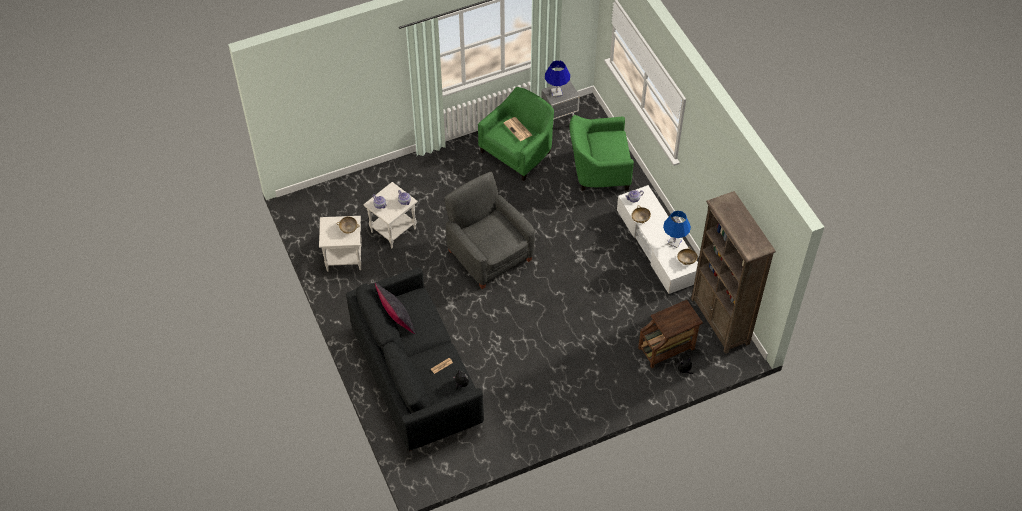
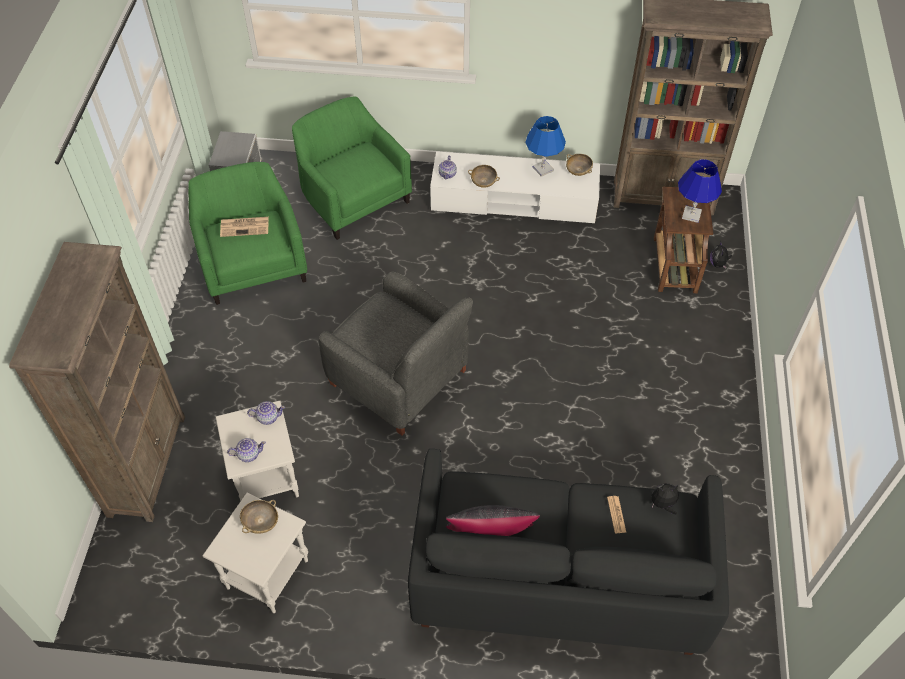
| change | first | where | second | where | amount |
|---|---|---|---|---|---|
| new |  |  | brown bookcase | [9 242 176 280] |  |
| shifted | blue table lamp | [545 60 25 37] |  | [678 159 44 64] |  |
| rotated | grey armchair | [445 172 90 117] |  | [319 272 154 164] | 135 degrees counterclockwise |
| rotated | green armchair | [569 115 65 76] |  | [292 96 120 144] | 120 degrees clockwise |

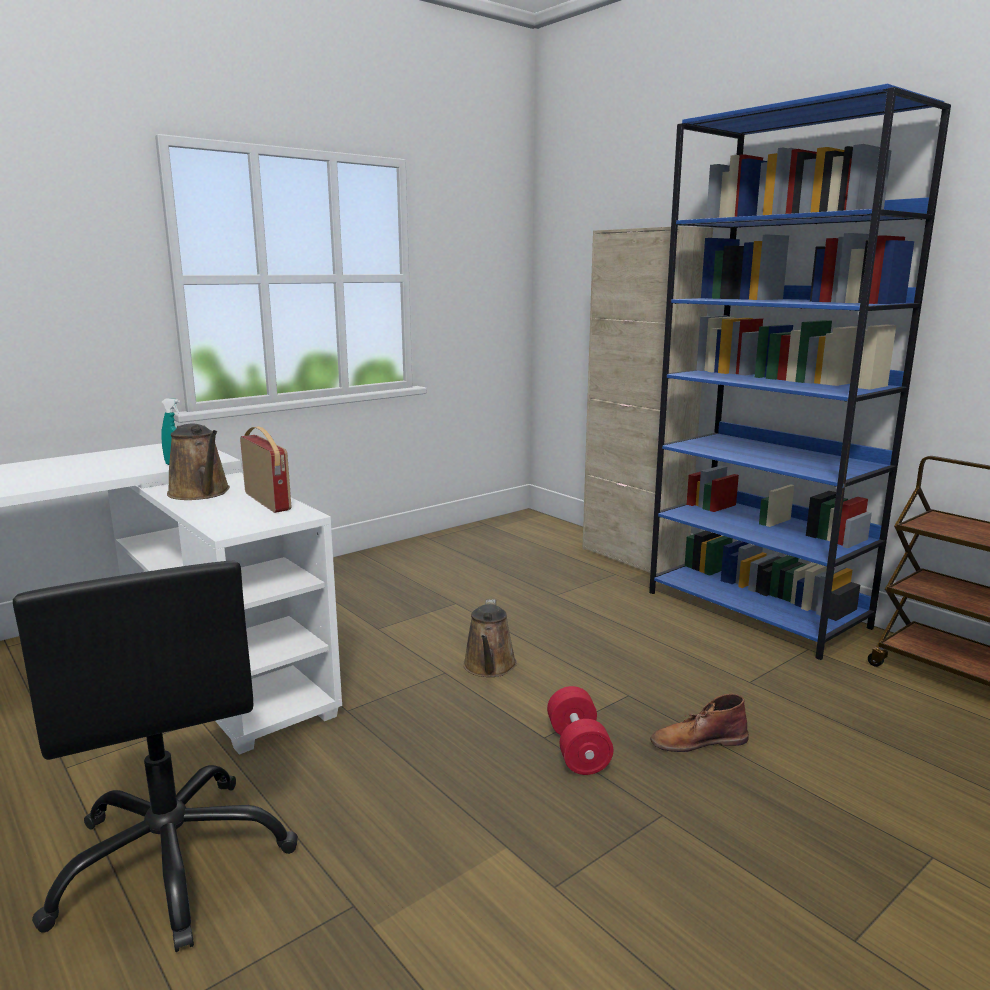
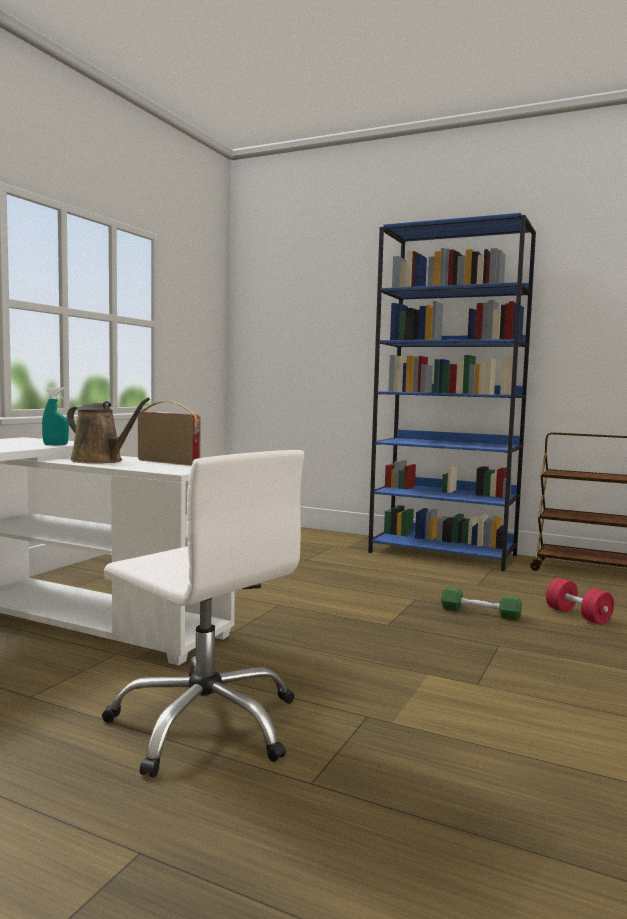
| change | first | where | second | where | amount |
|---|---|---|---|---|---|
| gone | brown watering can | [463 599 54 78] |  |  |  |
| gone | beige cabinet | [582 226 131 348] |  |  |  |
| shifted | red dumbbell | [547 686 66 89] |  | [546 578 68 47] |  |
| swapped | brown boot | [650 694 99 58] | green dumbbell | [441 587 81 33] |  |
| repainted | black office chair | [13 561 285 391] | white office chair | [102 450 202 327] |  |

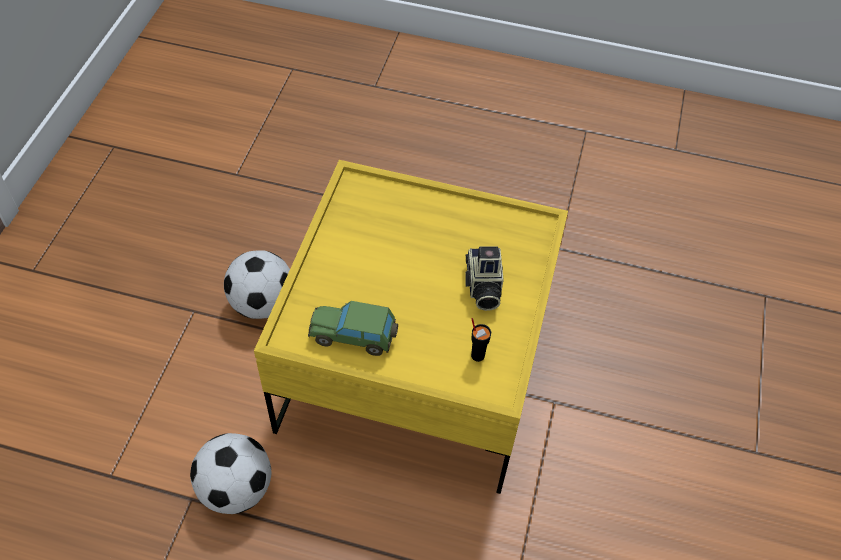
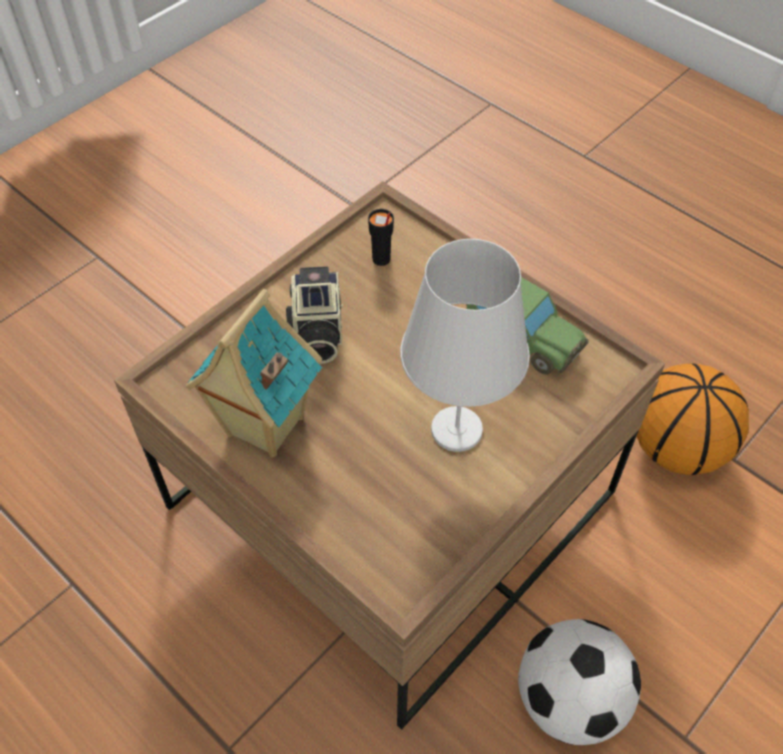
| change | first | where | second | where | amount |
|---|---|---|---|---|---|
| new |  |  | toy house | [186 289 136 168] |  |
| new |  |  | white table lamp | [400 239 130 213] |  |
| swapped | football | [190 433 82 81] | basketball | [636 363 113 112] |  |
| repainted | yellow coffee table | [254 160 314 334] | brown coffee table | [114 181 551 548] |  |
| rotated | photo camera | [465 246 39 65] |  | [286 266 57 98] | 150 degrees clockwise |

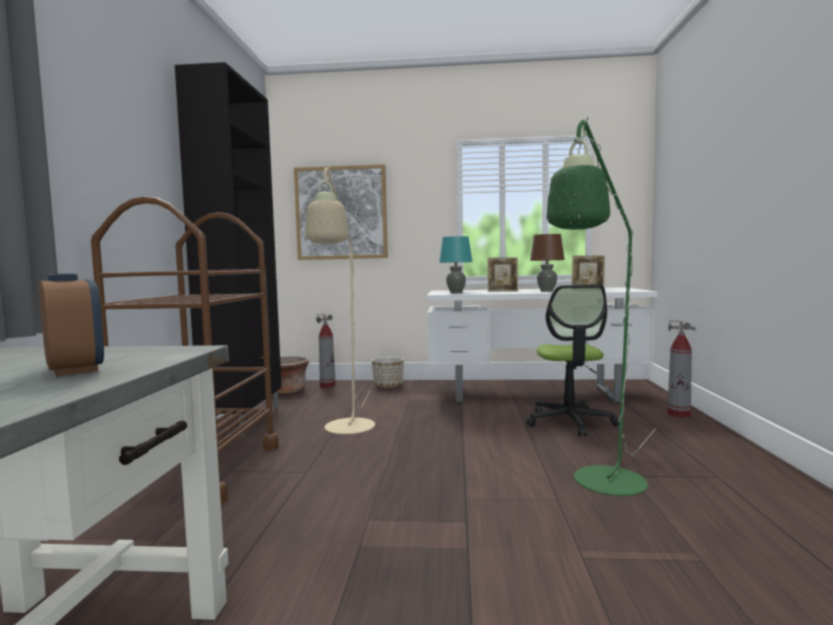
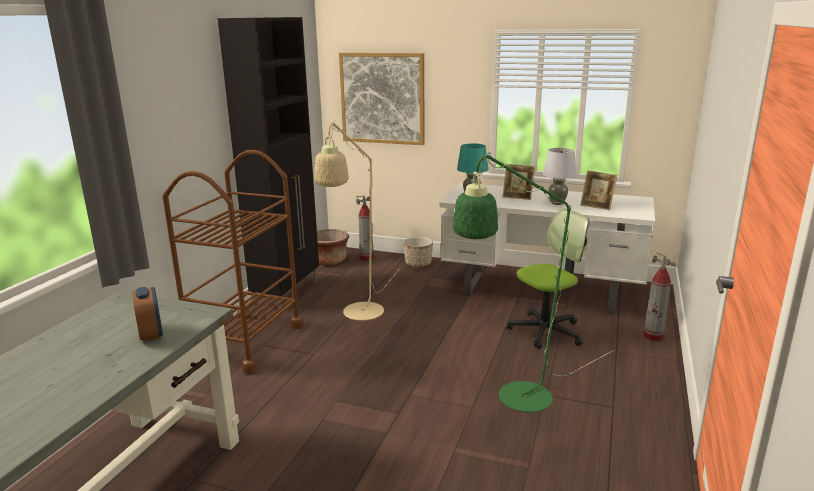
| change | first | where | second | where | amount |
|---|---|---|---|---|---|
| repainted | brown table lamp | [530 234 35 58] | grey table lamp | [543 148 33 57] |  |
| rotated | office chair | [526 285 94 151] |  | [506 208 83 141] | 135 degrees counterclockwise |

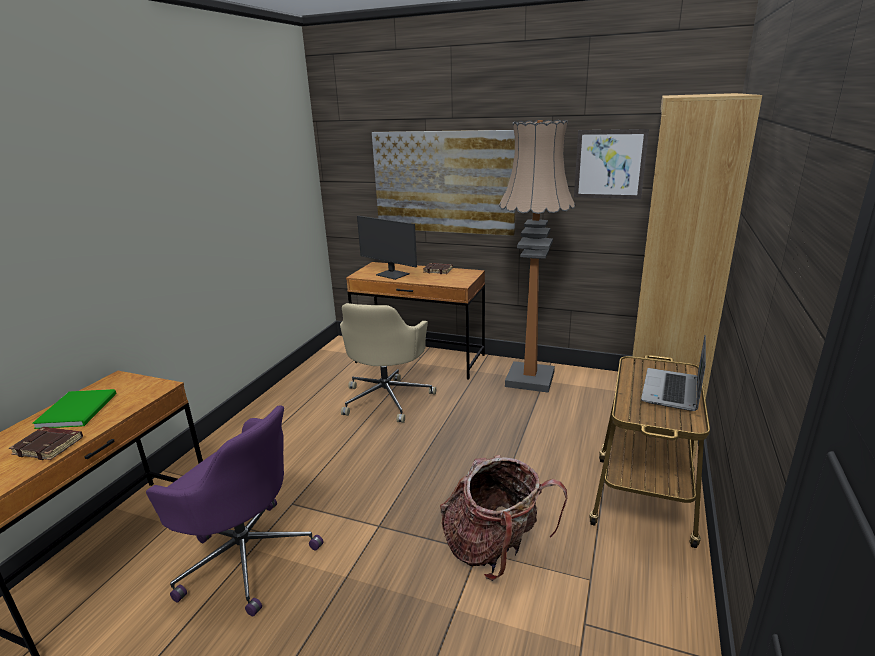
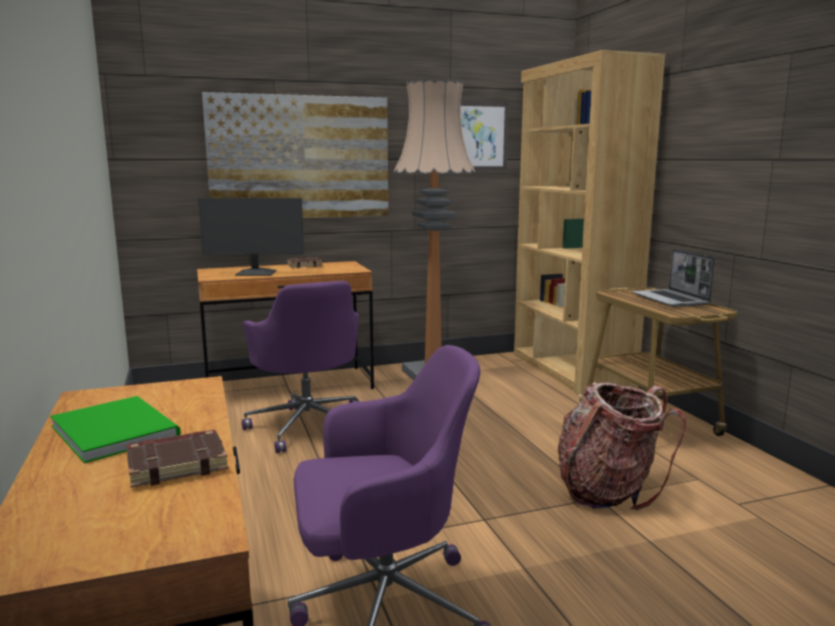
| change | first | where | second | where | amount |
|---|---|---|---|---|---|
| repainted | beige office chair | [340 303 96 120] | purple office chair | [242 281 117 172] |  |

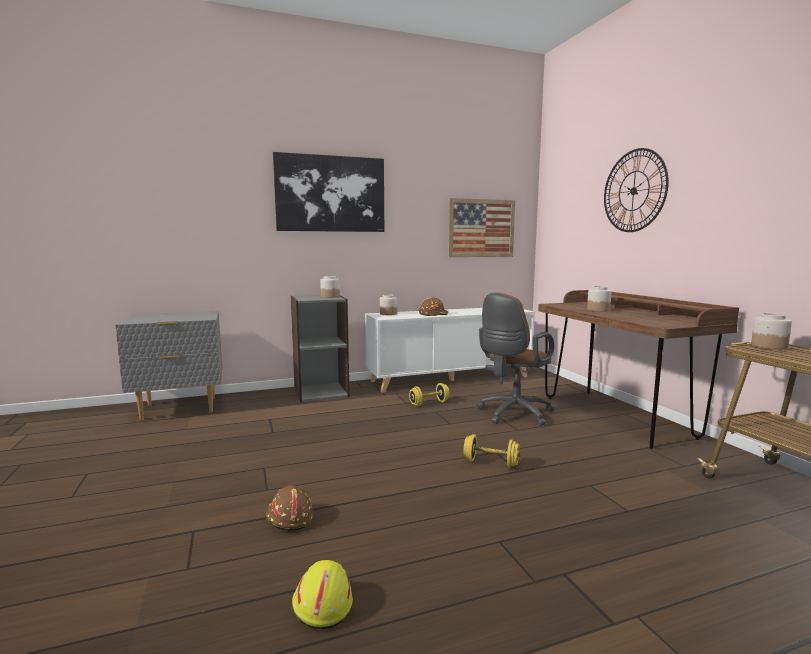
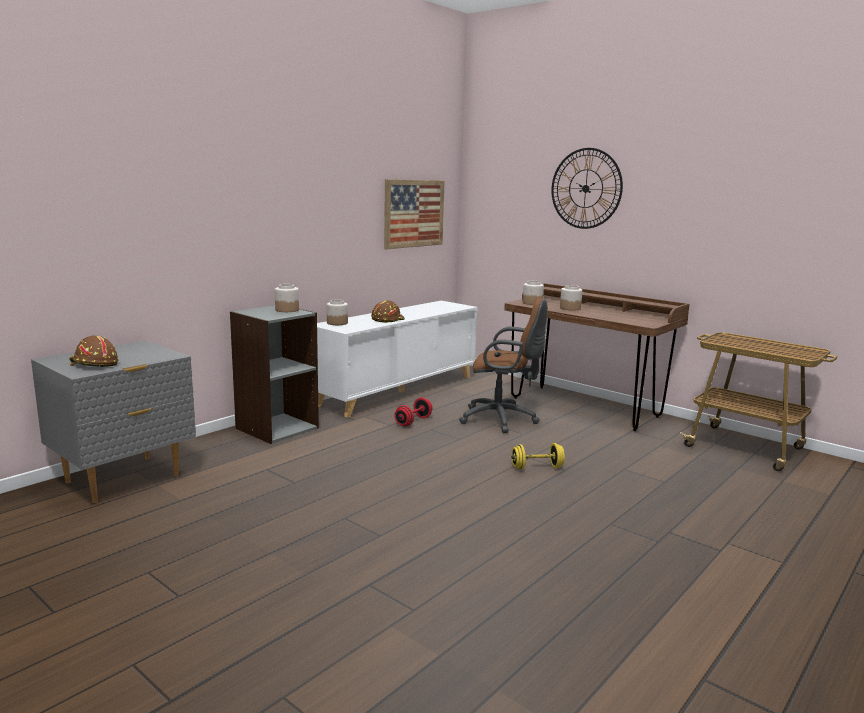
| change | first | where | second | where | amount |
|---|---|---|---|---|---|
| gone | picture | [273 152 111 80] |  |  |  |
| gone | yellow hard hat | [292 560 61 70] |  |  |  |
| shifted | brown hard hat | [266 485 47 46] |  | [69 335 49 32] |  |
| shifted | jar | [751 313 41 36] |  | [523 281 21 24] |  |
| repainted | yellow dumbbell | [409 383 41 23] | red dumbbell | [394 397 38 30] |  |
| rotated | brown office chair | [477 293 77 133] |  | [459 297 89 136] | 90 degrees counterclockwise |

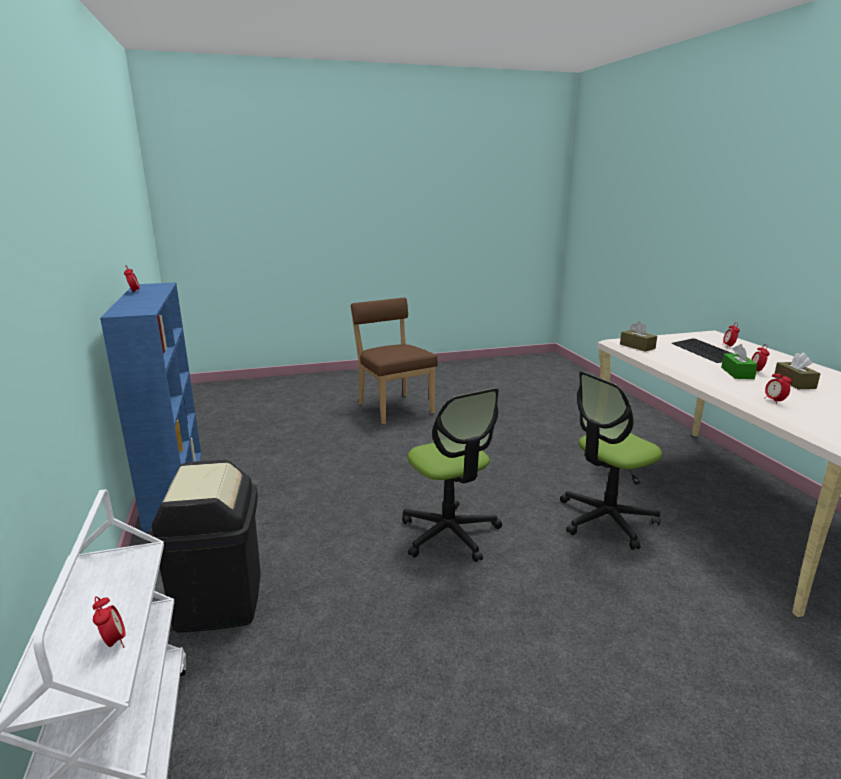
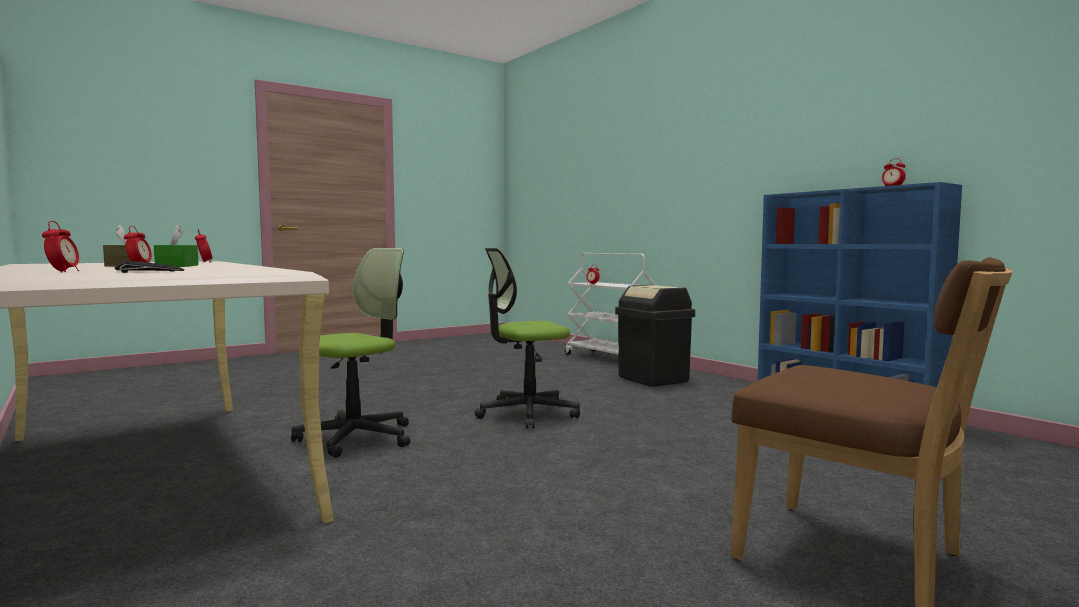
| change | first | where | second | where | amount |
|---|---|---|---|---|---|
| gone | brown tissue box | [620 321 37 31] |  |  |  |
| rotated | office chair | [402 388 100 174] |  | [475 248 105 180] | 60 degrees counterclockwise |

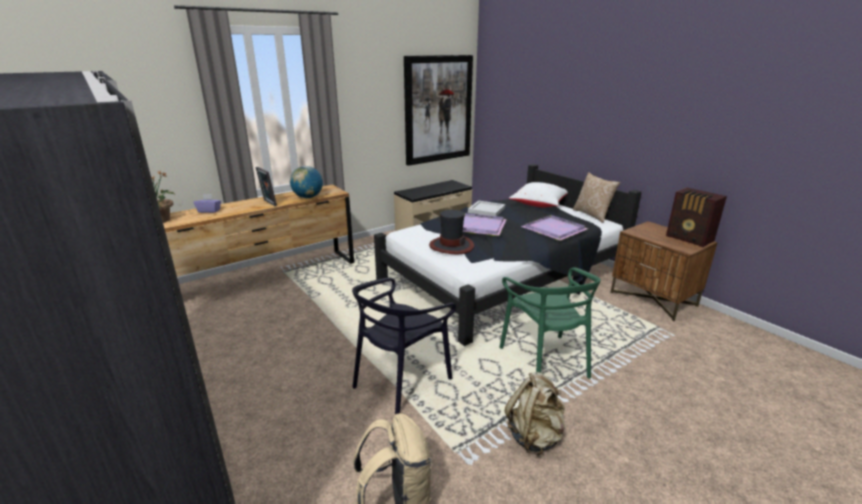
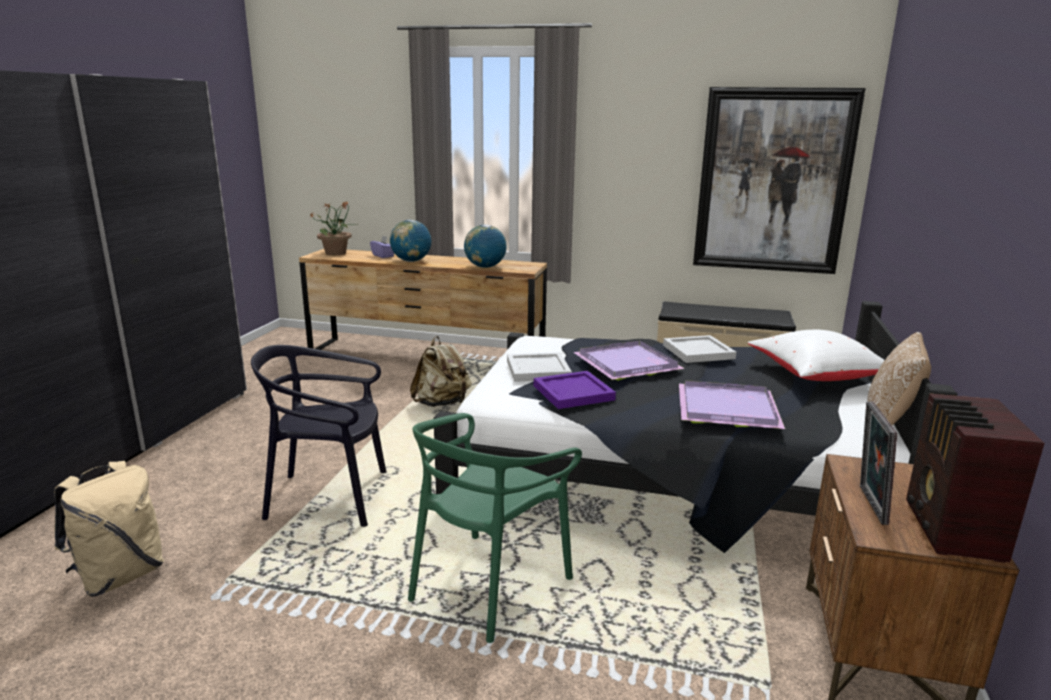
| change | first | where | second | where | amount |
|---|---|---|---|---|---|
| new |  |  | globe | [390 220 41 42] |  |
| new |  |  | purple tray | [534 371 82 38] |  |
| shifted | picture frame | [255 167 22 39] |  | [860 402 37 123] |  |
| shifted | beige backpack | [505 372 60 83] |  | [410 336 62 71] |  |
| swapped | hat | [429 210 45 44] | white tray | [507 352 65 30] |  |

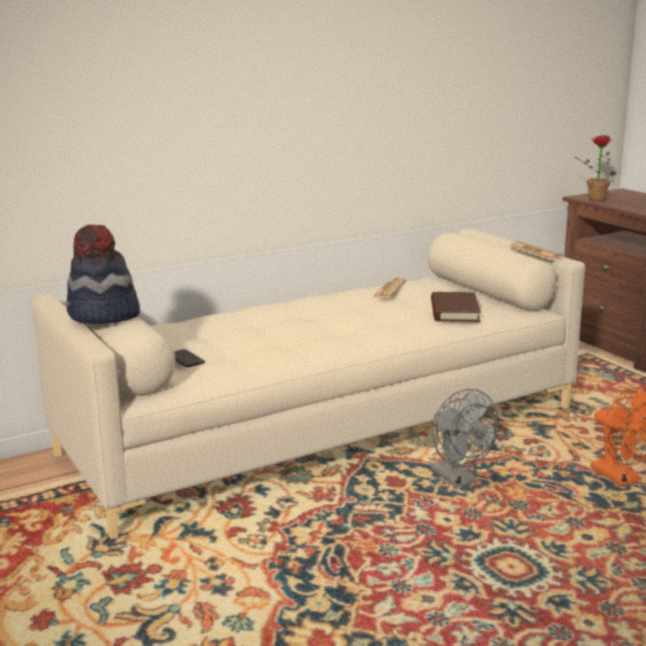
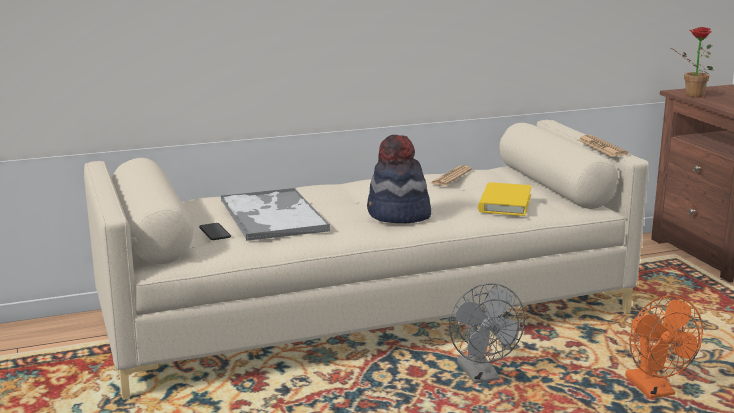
| change | first | where | second | where | amount |
|---|---|---|---|---|---|
| new |  |  | tray | [221 188 109 53] |  |
| shifted | hat | [67 225 73 99] |  | [367 135 64 88] |  |
| repainted | brown book | [431 292 50 30] | yellow book | [478 182 54 34] |  |

